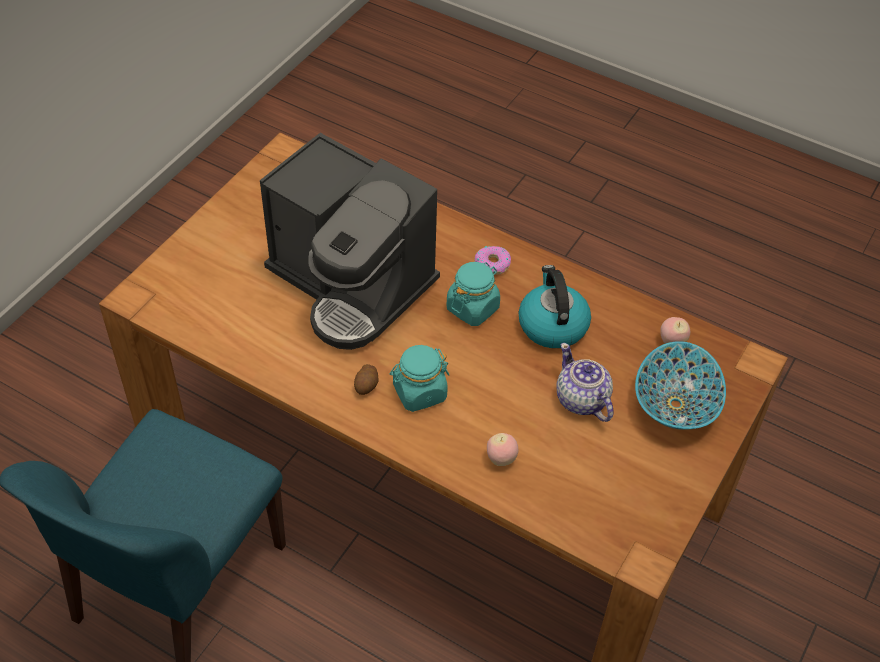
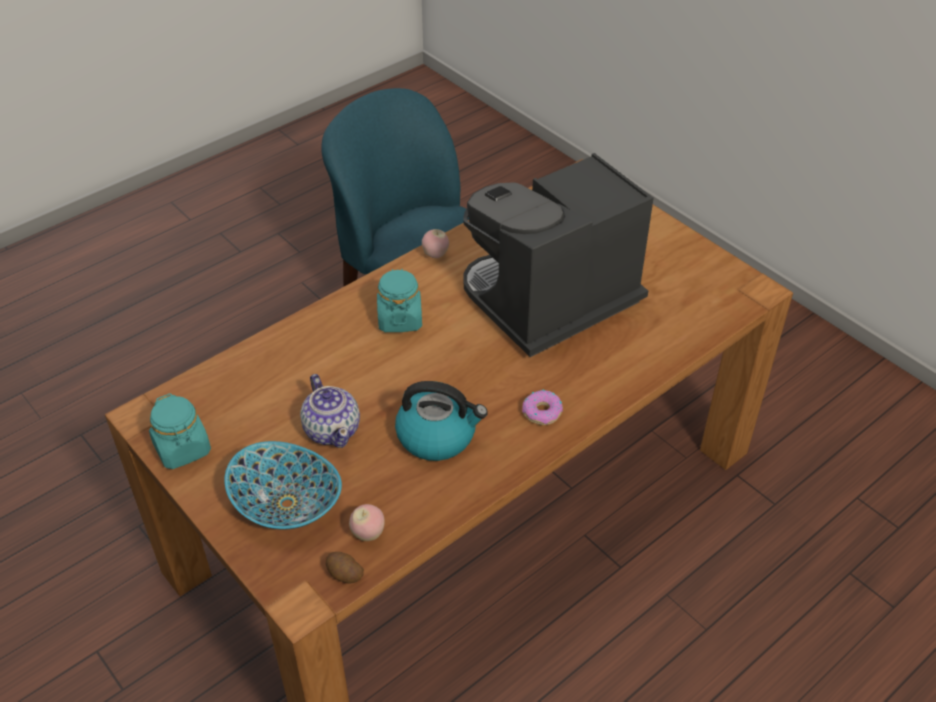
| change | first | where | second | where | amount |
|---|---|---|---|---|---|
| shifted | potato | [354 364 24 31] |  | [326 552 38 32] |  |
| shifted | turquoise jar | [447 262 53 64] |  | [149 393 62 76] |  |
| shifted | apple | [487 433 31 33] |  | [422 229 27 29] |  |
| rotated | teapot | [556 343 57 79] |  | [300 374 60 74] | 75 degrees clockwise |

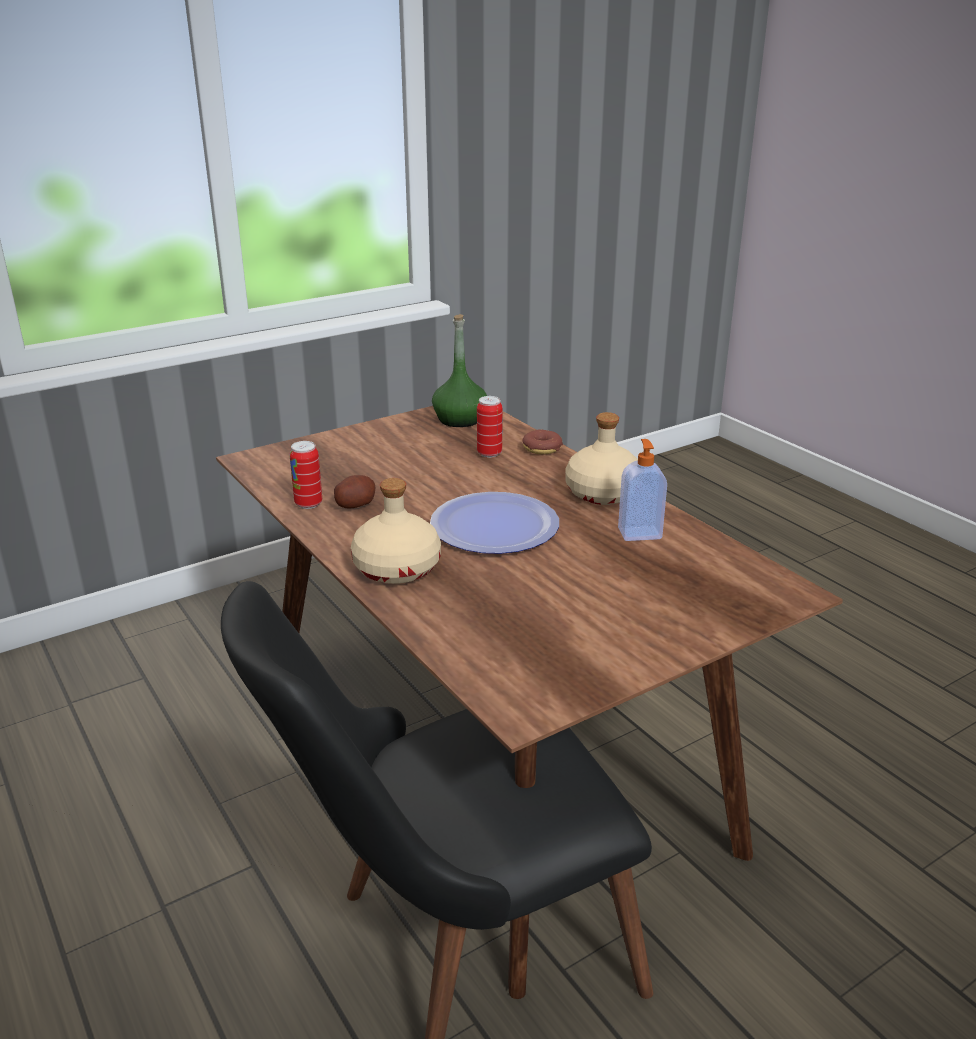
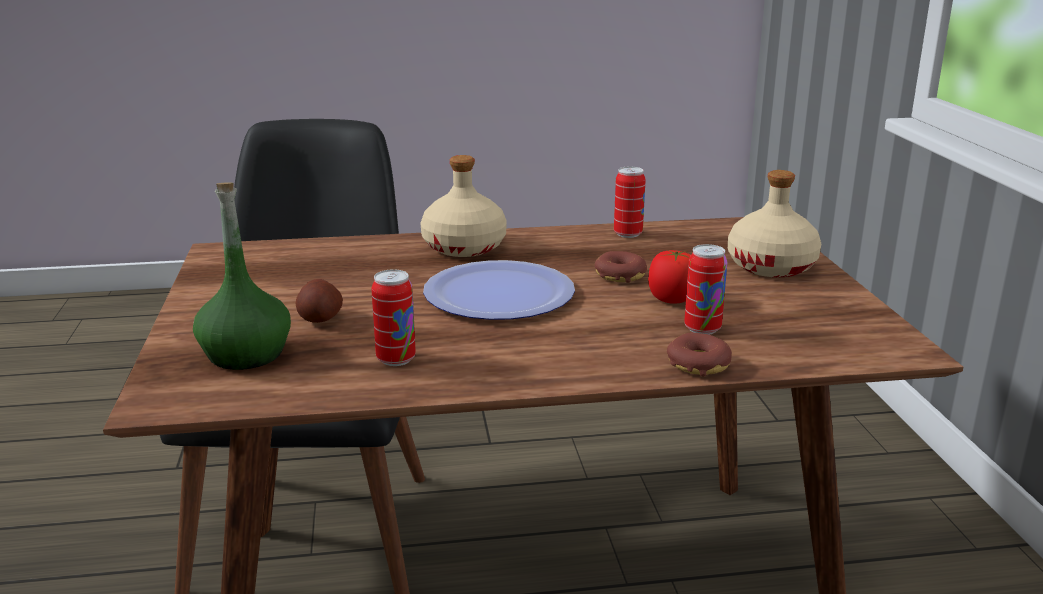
| change | first | where | second | where | amount |
|---|---|---|---|---|---|
| new |  |  | donut | [595 251 52 32] |  |
| new |  |  | tomato | [648 250 43 54] |  |
| shifted | potato | [334 475 42 34] |  | [296 279 47 44] |  |
| shifted | green bottle | [432 314 55 113] |  | [193 182 98 188] |  |
| shifted | beige bottle | [565 412 73 93] |  | [728 170 93 107] |  |
| swapped | soap dispenser | [618 439 49 102] | can | [371 269 45 97] |  |

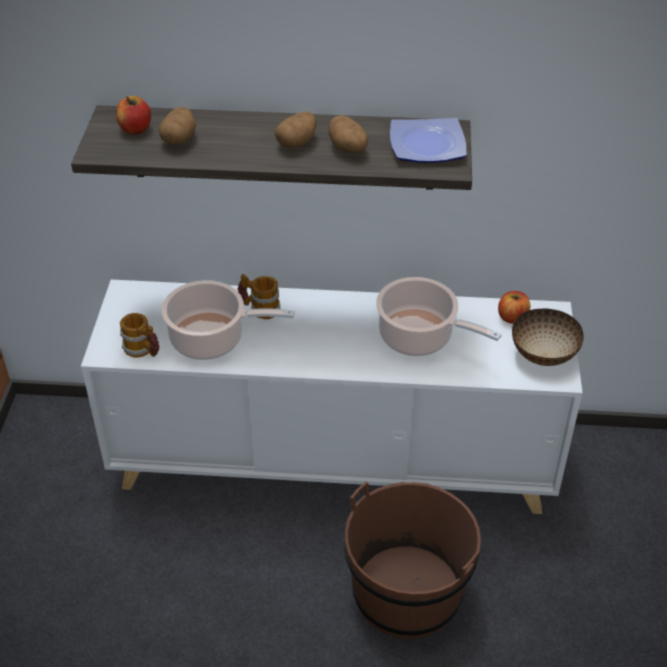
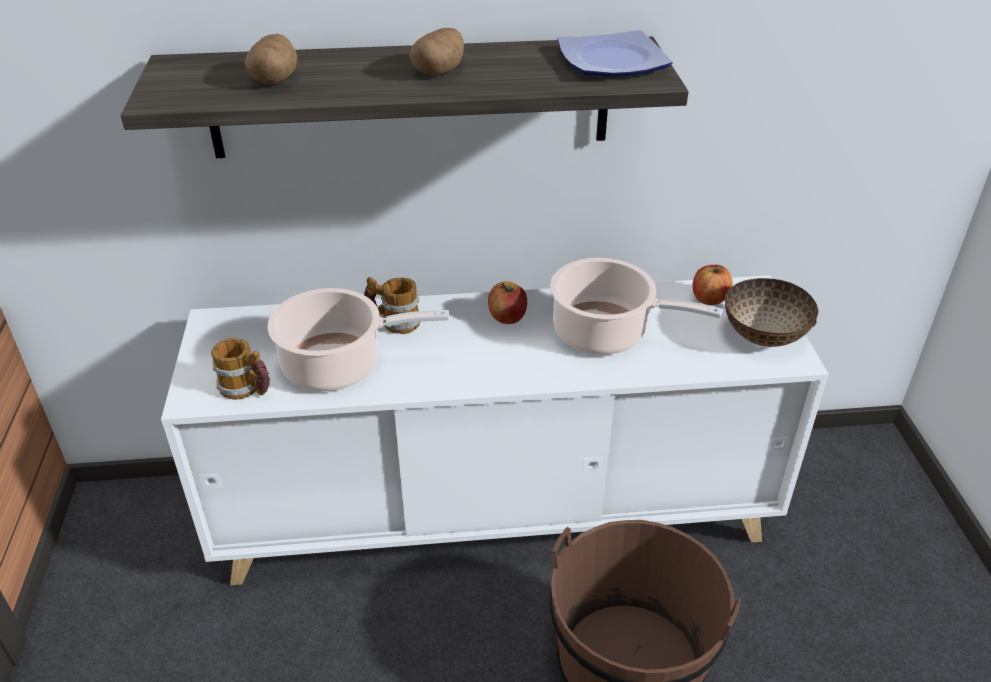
| change | first | where | second | where | amount |
|---|---|---|---|---|---|
| gone | potato | [328 115 40 39] |  |  |  |
| shifted | apple | [116 96 35 38] |  | [488 281 39 43] |  |

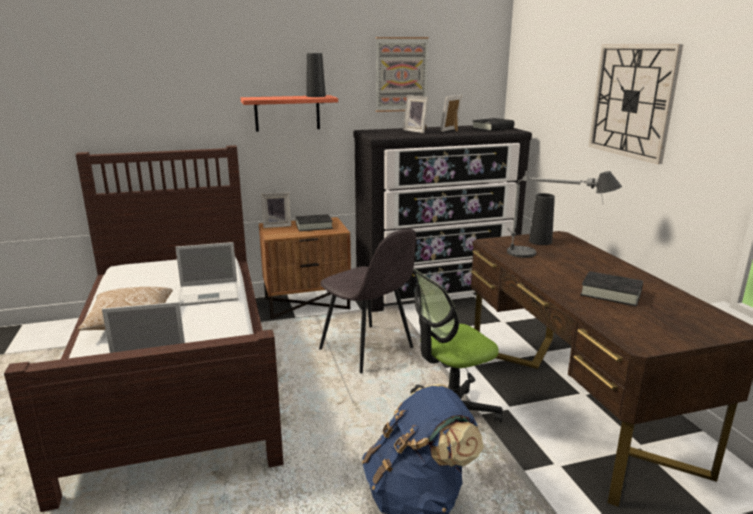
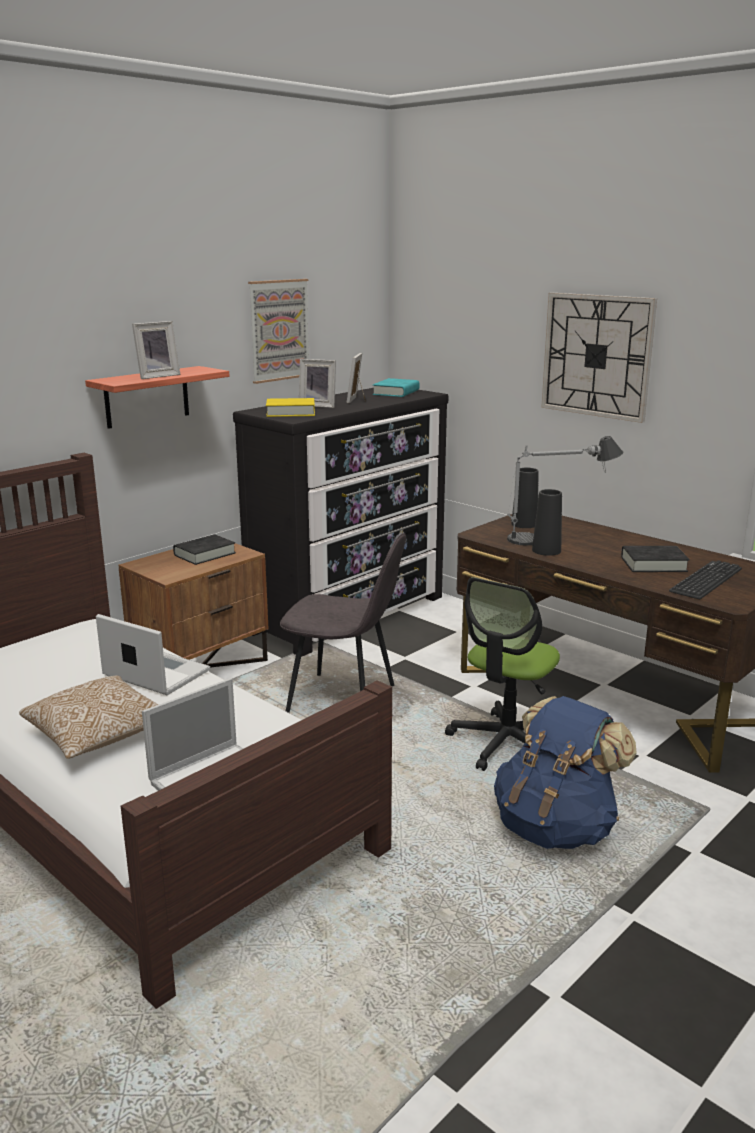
| change | first | where | second | where | amount |
|---|---|---|---|---|---|
| new |  |  | yellow book | [266 398 49 19] |  |
| new |  |  | keyboard | [669 560 73 39] |  |
| shifted | picture frame | [261 192 30 36] |  | [132 321 48 58] |  |
| shifted | black vase | [306 53 20 44] |  | [532 489 30 67] |  |
| repainted | black book | [472 118 42 13] | turquoise book | [373 378 46 19] |  |
| rotated | laptop | [175 242 63 64] |  | [96 614 114 81] | 105 degrees counterclockwise |

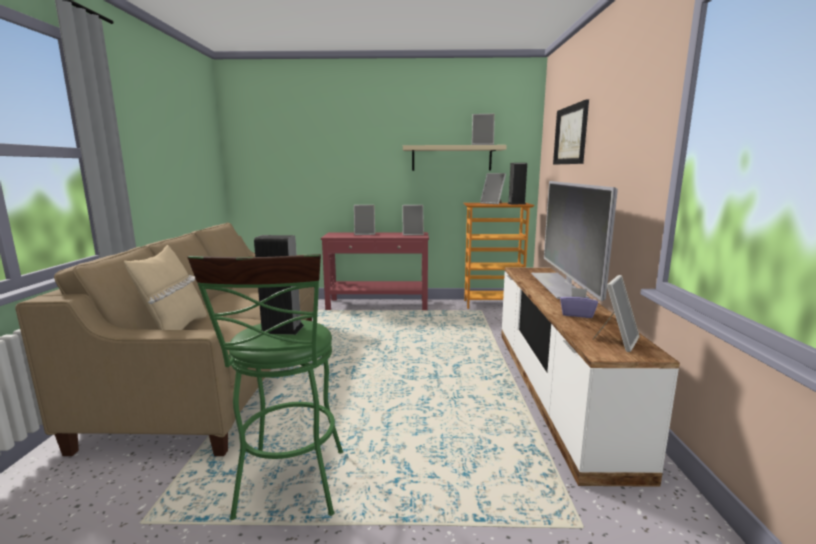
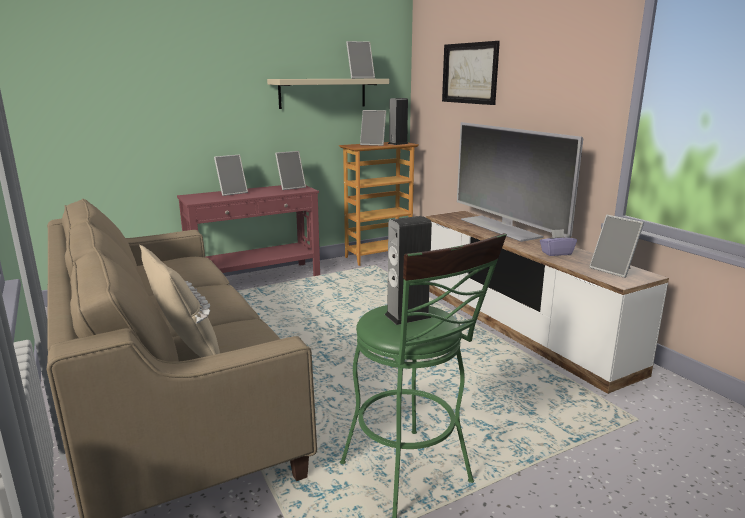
| change | first | where | second | where | amount |
|---|---|---|---|---|---|
| rotated | picture frame | [593 275 47 77] |  | [589 215 55 63] | 135 degrees clockwise |

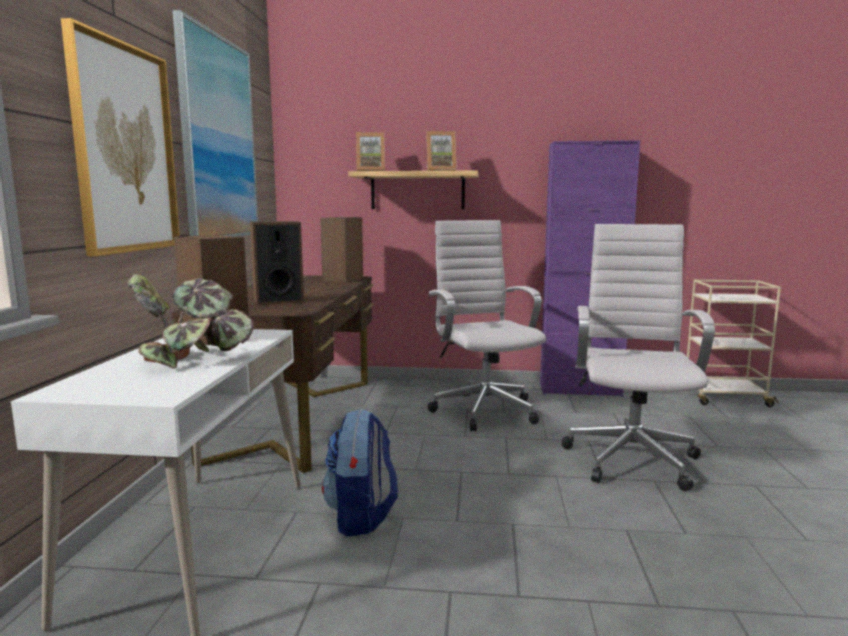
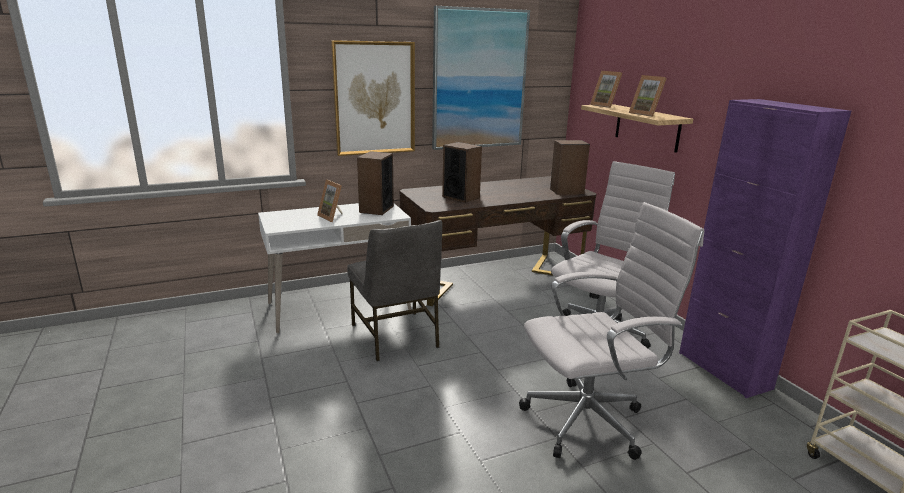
| change | first | where | second | where | amount |
|---|---|---|---|---|---|
| swapped | potted plant | [127 274 127 95] | picture frame | [317 180 26 42] |  |
| swapped | backpack | [322 409 76 127] | grey chair | [347 220 95 141] |  |

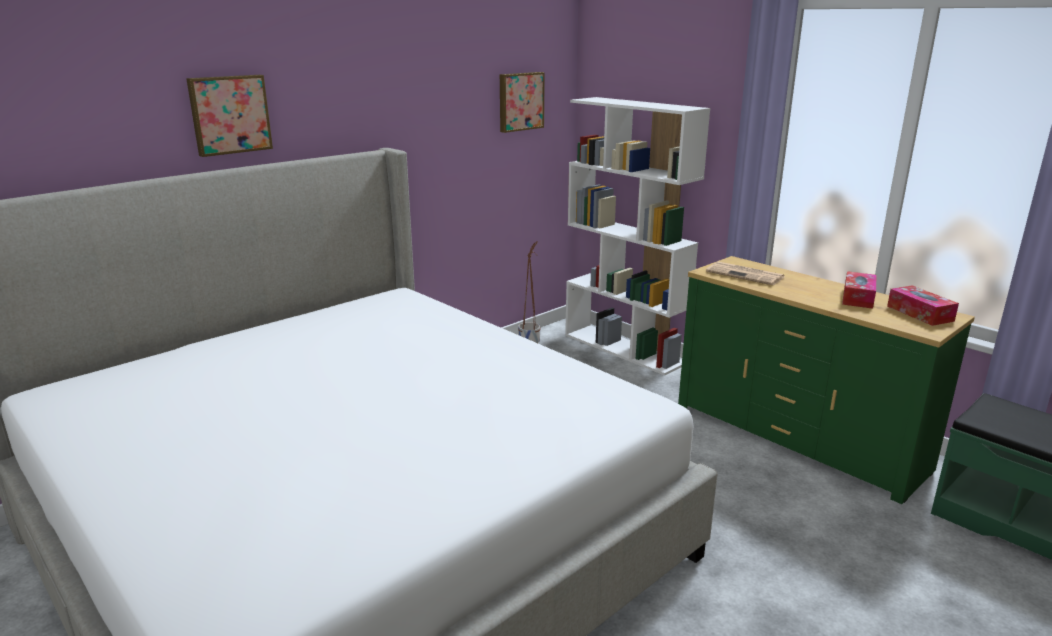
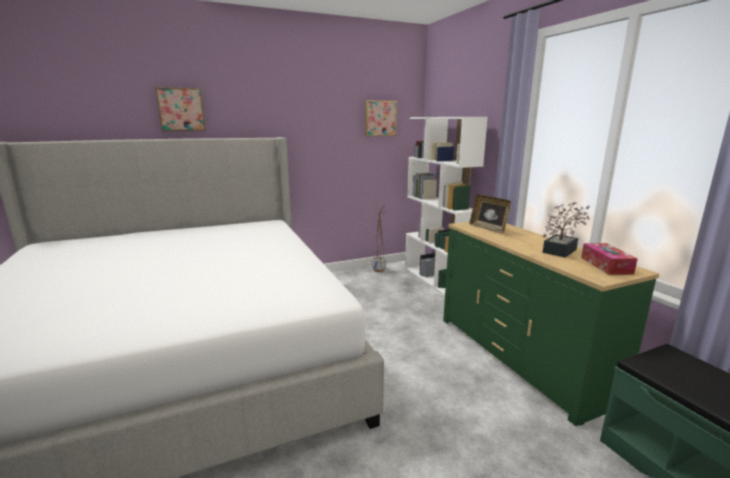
| change | first | where | second | where | amount |
|---|---|---|---|---|---|
| swapped | newspaper | [706 262 78 23] | picture frame | [469 194 42 40] |  |
| swapped | tissue box | [842 271 34 38] | potted plant | [542 202 48 56] |  |

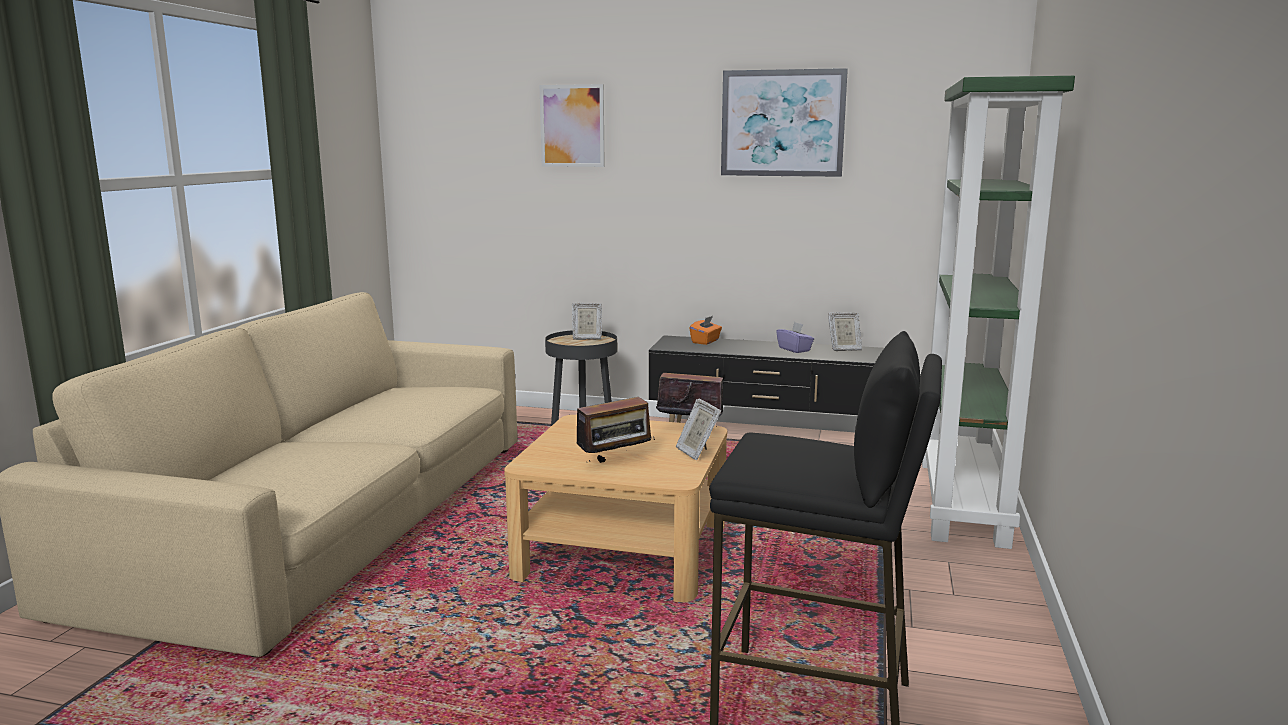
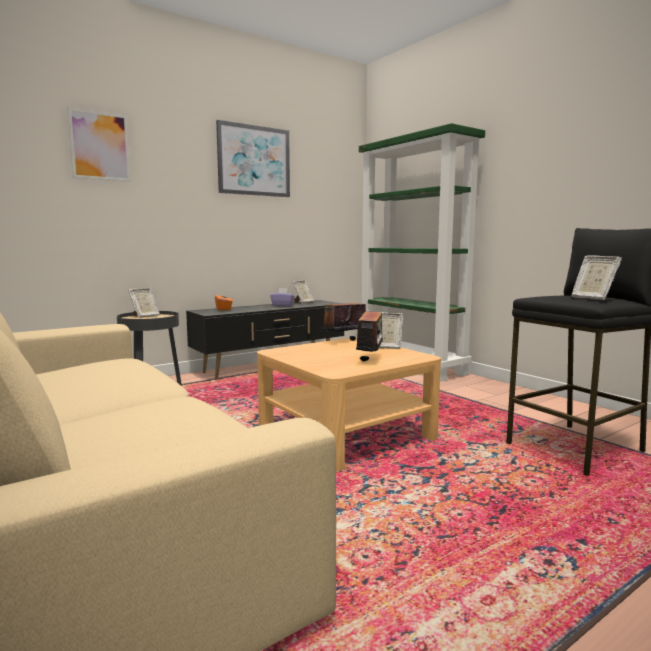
| change | first | where | second | where | amount |
|---|---|---|---|---|---|
| new |  |  | picture frame | [571 255 51 45] |  |

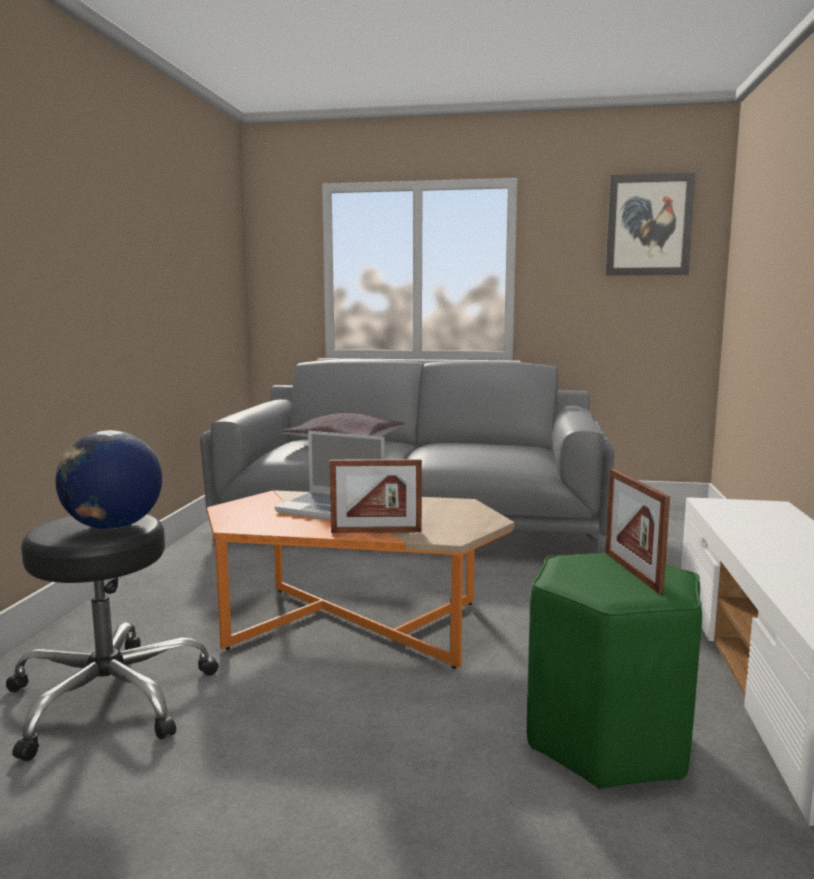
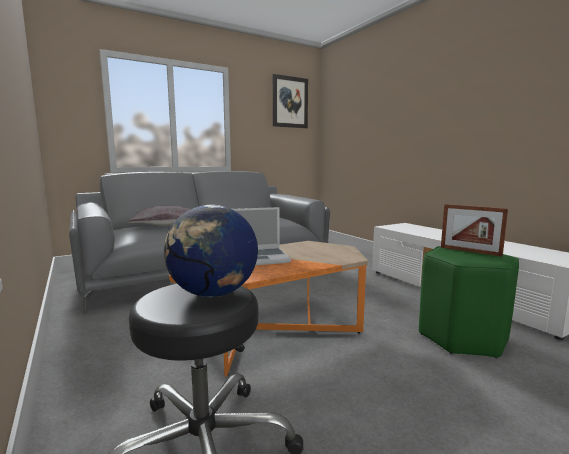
| change | first | where | second | where | amount |
|---|---|---|---|---|---|
| gone | picture frame | [330 459 92 74] |  |  |  |

